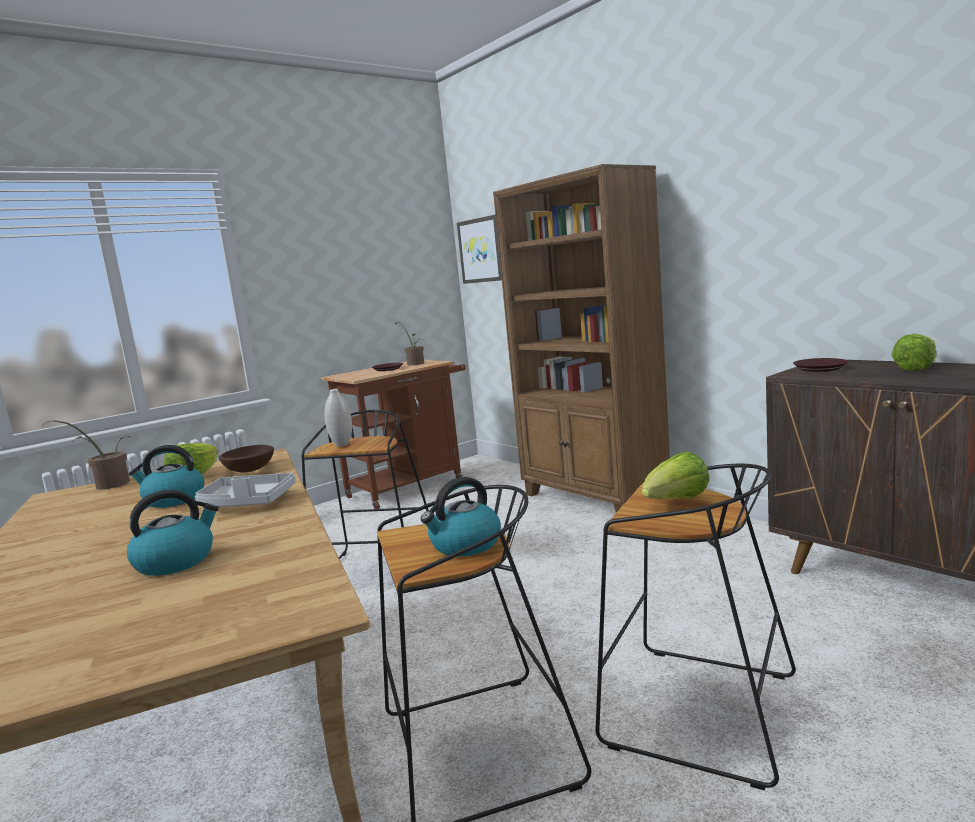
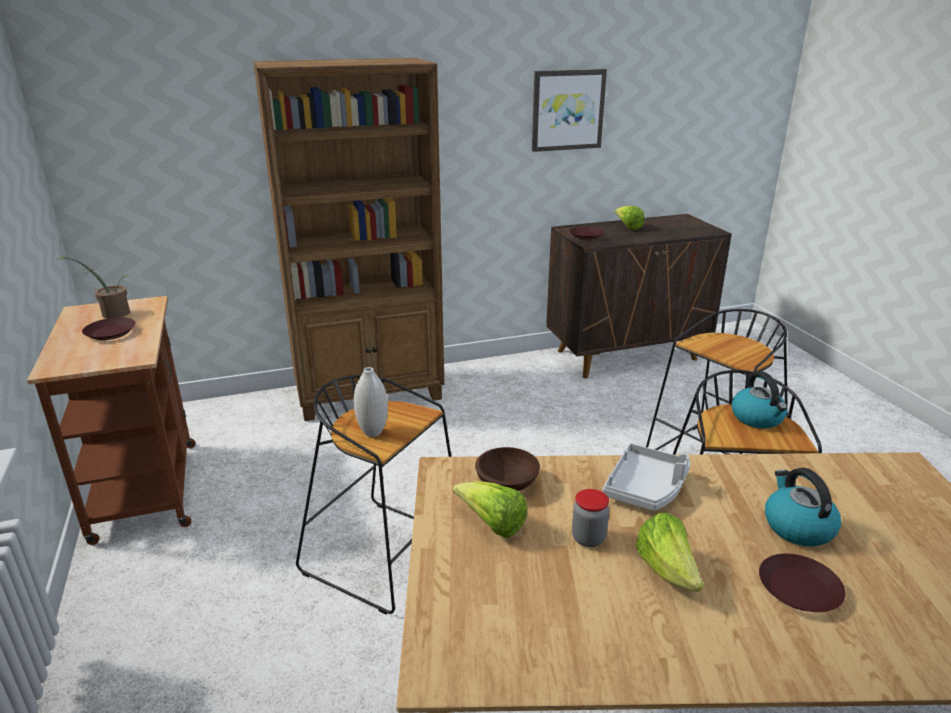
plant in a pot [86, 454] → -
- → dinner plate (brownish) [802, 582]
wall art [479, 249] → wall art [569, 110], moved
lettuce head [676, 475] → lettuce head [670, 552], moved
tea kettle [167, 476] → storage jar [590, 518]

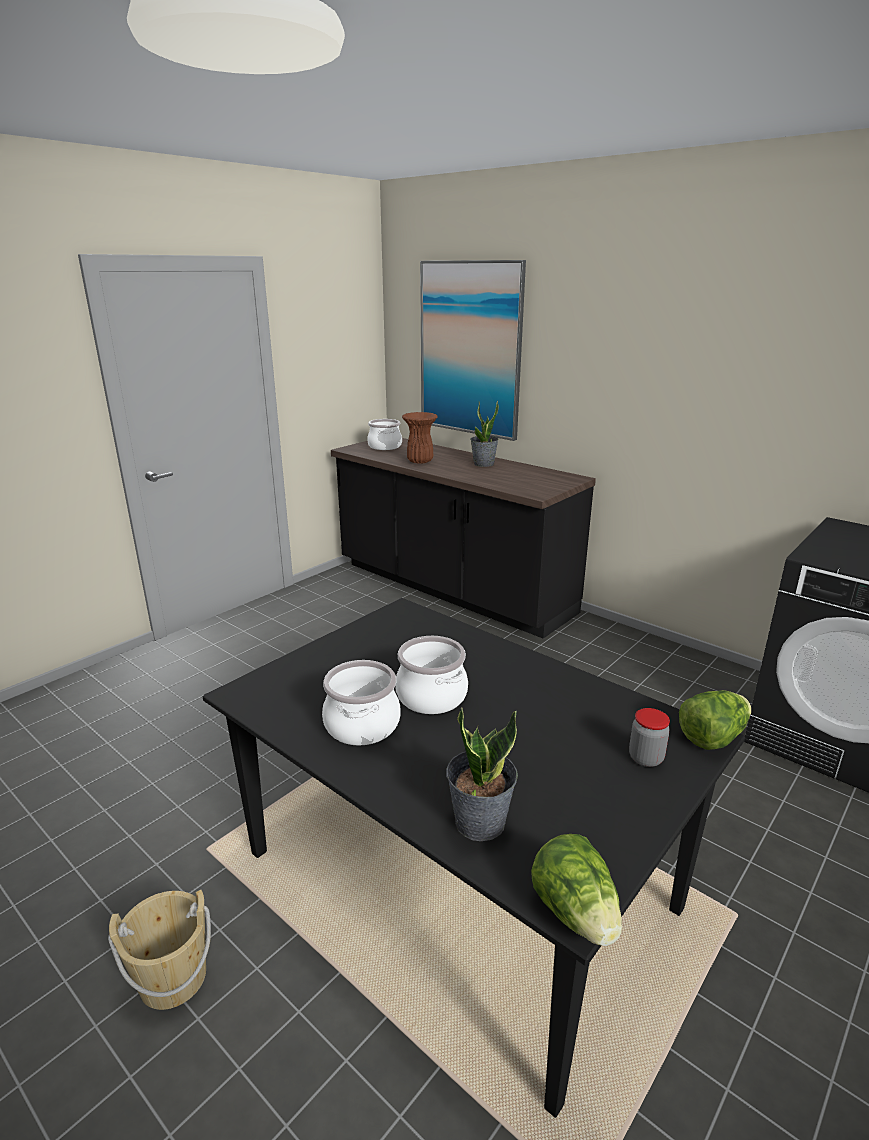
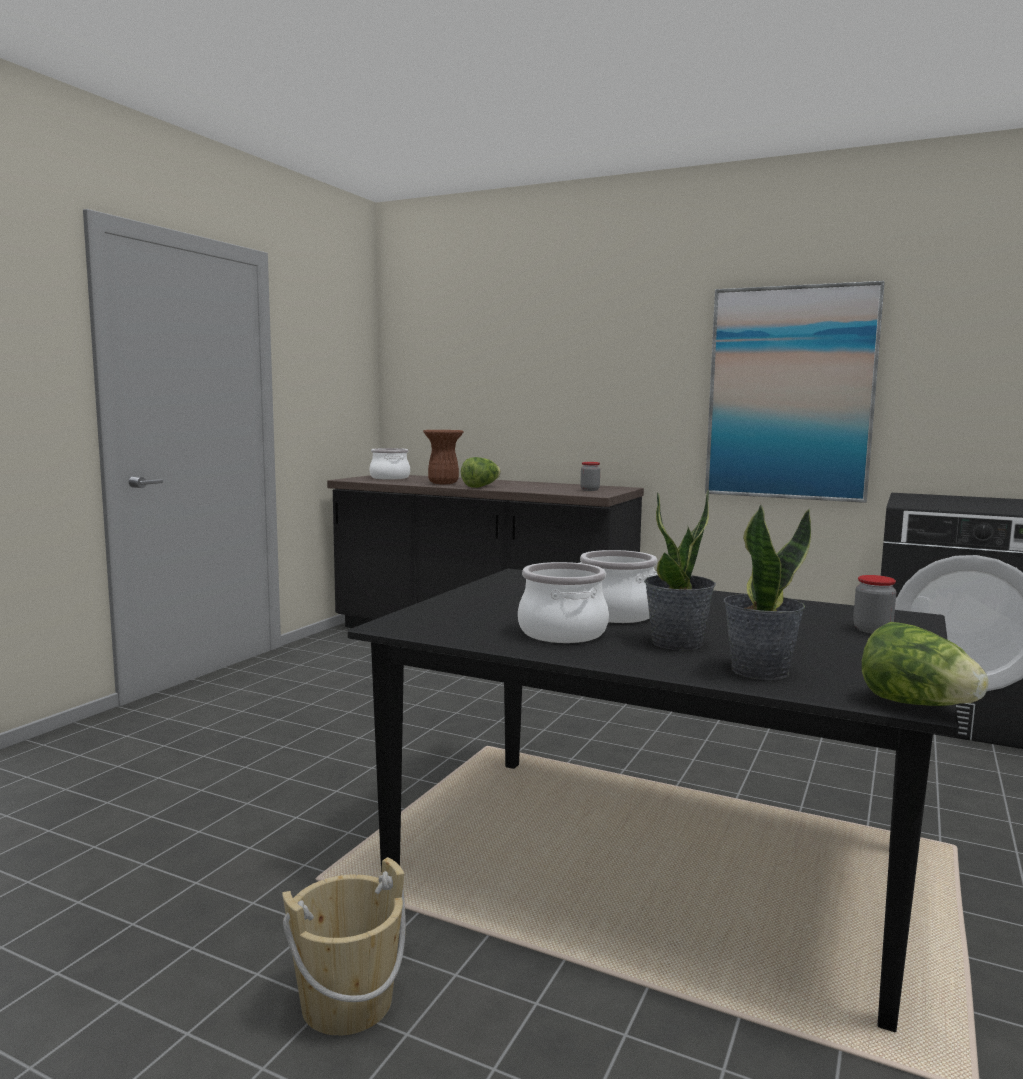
- → storage jar [590, 476]
wall art [473, 350] → wall art [795, 392], moved
plant in a pot [484, 434] → plant in a pot [680, 570], moved
lettuce head [715, 720] → lettuce head [481, 472], moved

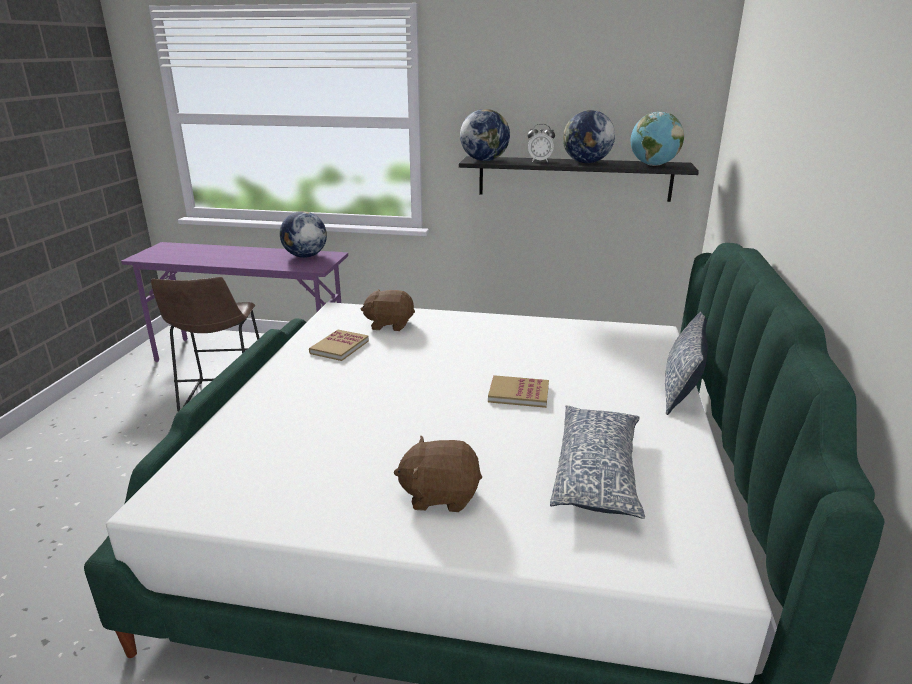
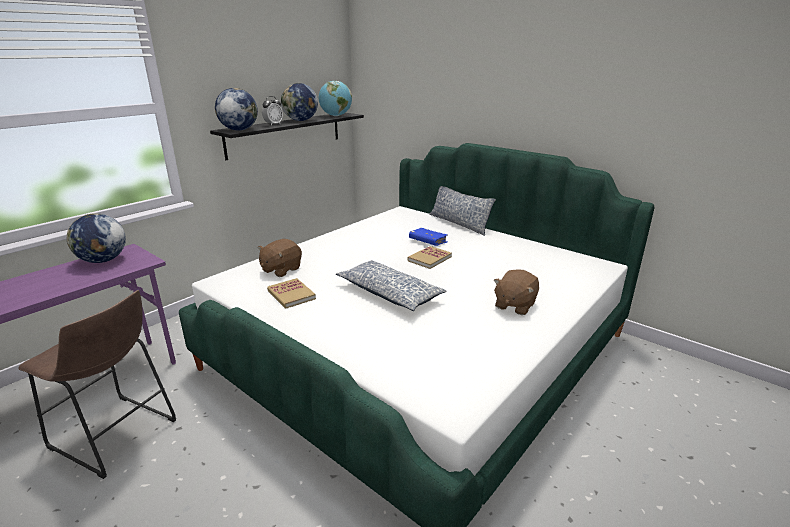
- → bound book (blue) [428, 237]
pillow [597, 462] → pillow [391, 285], moved

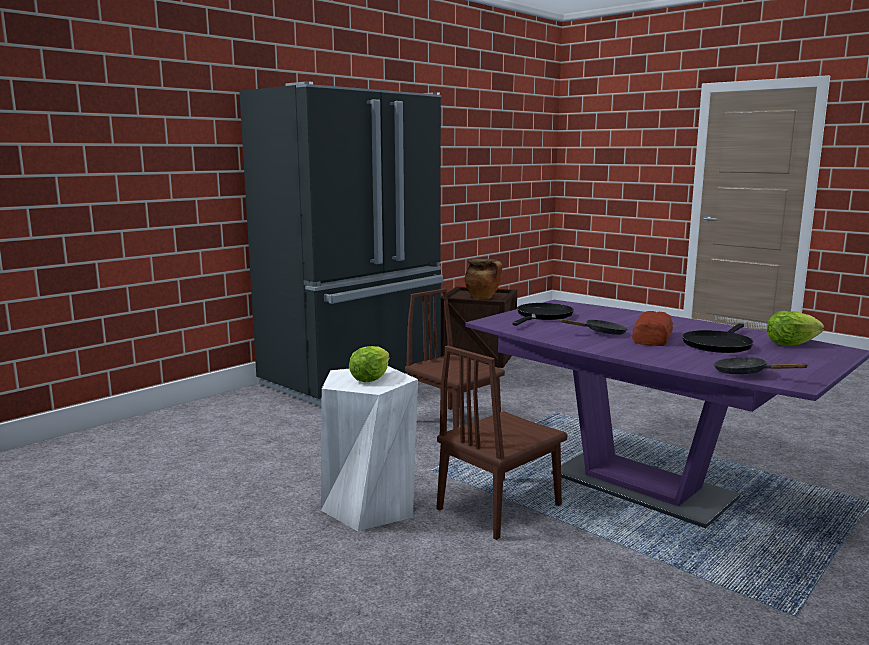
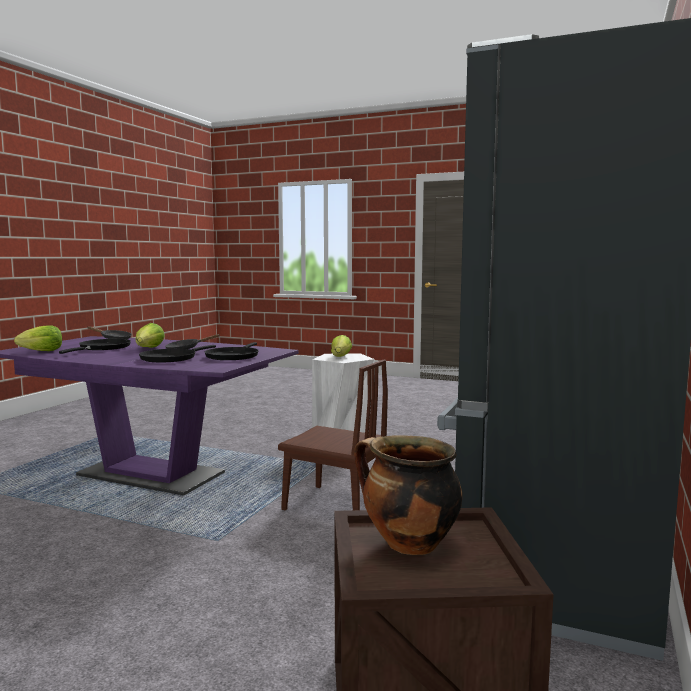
chair (brownish) [502, 442] → -
- → skillet (black-coloured) [177, 353]
bakery bread [652, 328] → lettuce head [150, 335]

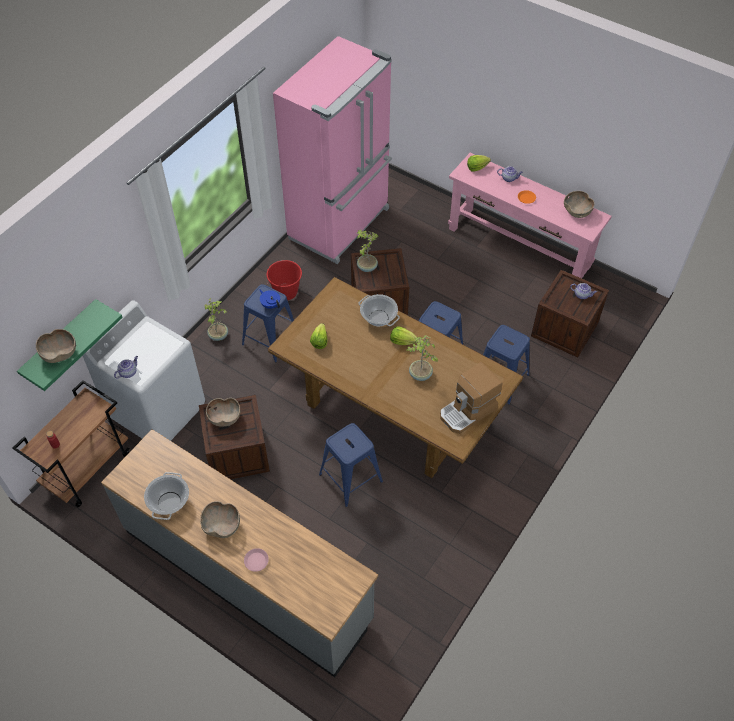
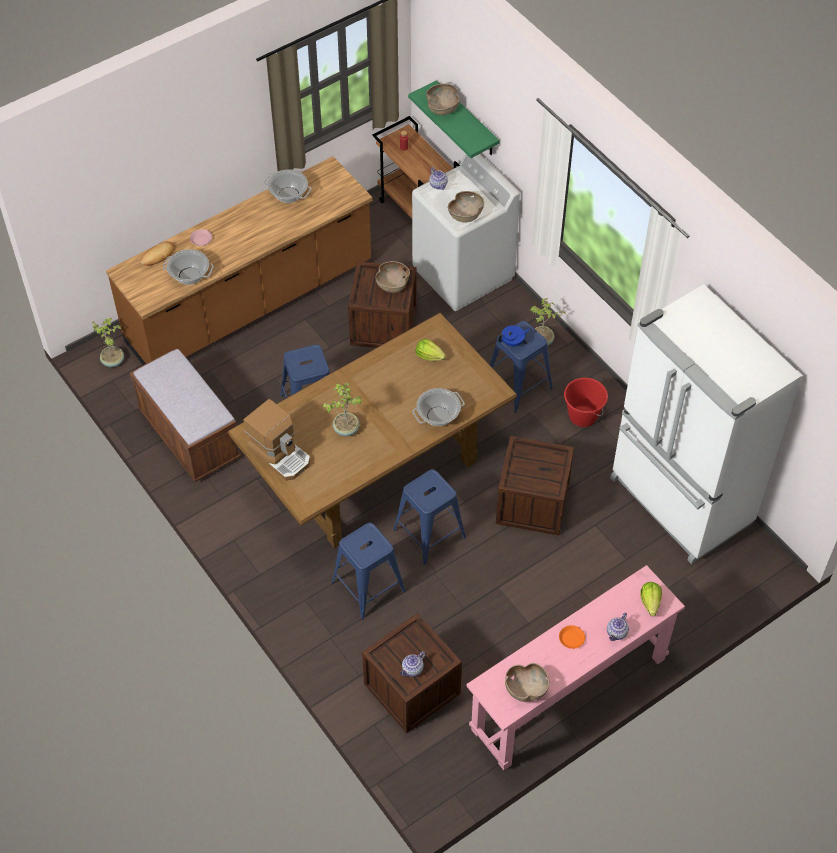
lettuce head [403, 335] → -
- → bench (brownish) [185, 415]
- → bakery bread [157, 253]
- → saucepot [188, 267]
bowl (brownish) [220, 519] → bowl (brownish) [466, 206], moved
plant in a pot [367, 251] → plant in a pot [108, 342], moved
counter (grey) [239, 553] → counter (brownish) [239, 260]
kitchen fridge (pink) [332, 150] → kitchen fridge (whitish) [706, 424]
coffee maker [471, 398] → coffee maker [277, 440], 150 degrees clockwise

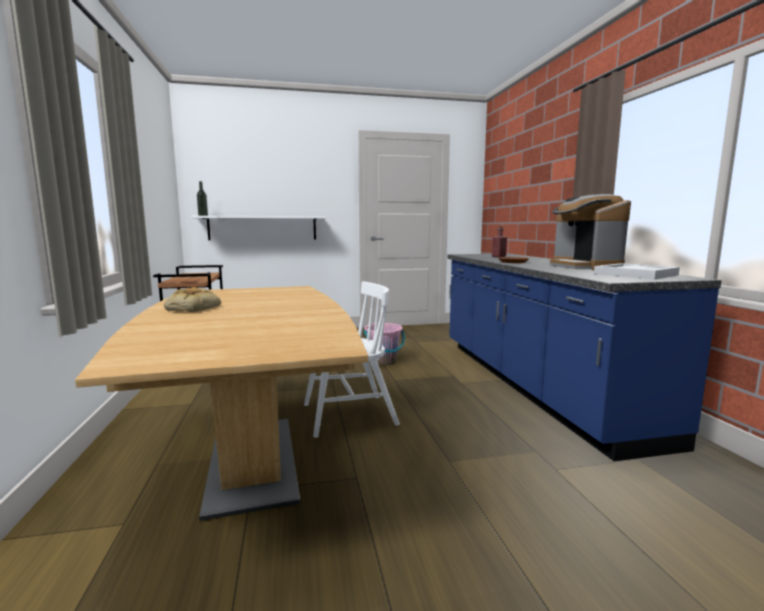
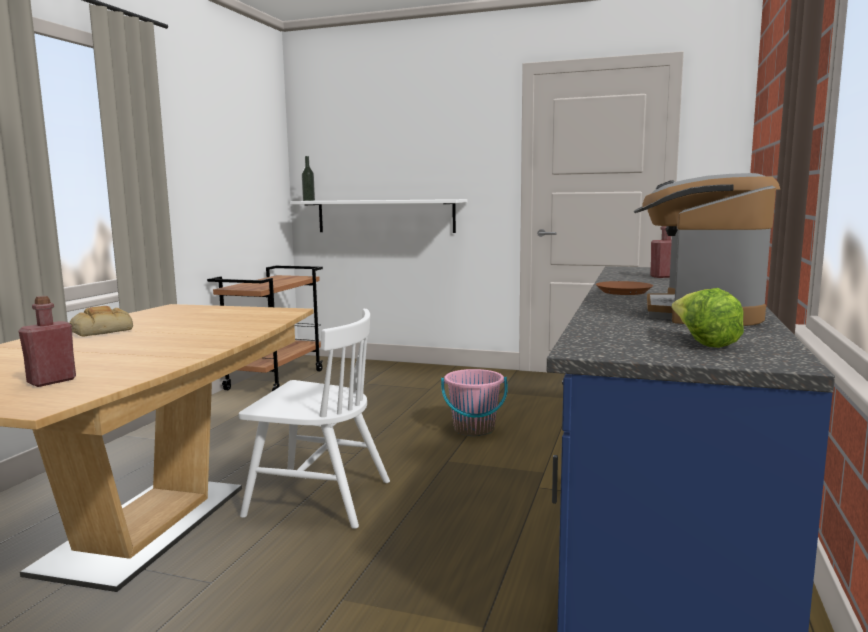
- → bottle (red-coloured) [47, 341]
tray (whitish) [637, 271] → lettuce head [708, 318]

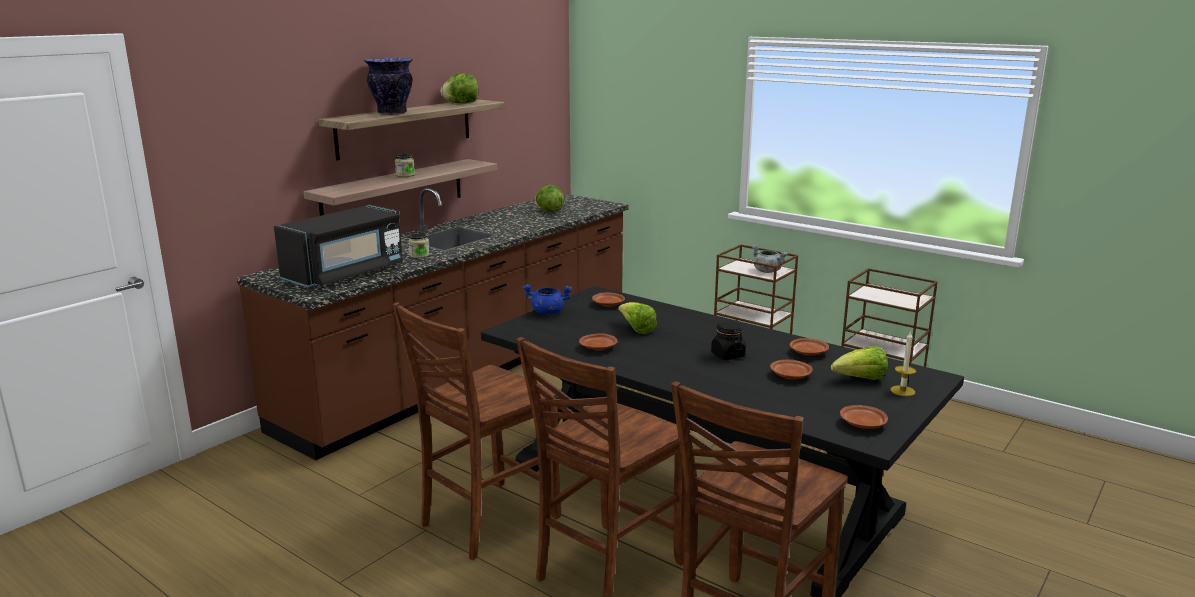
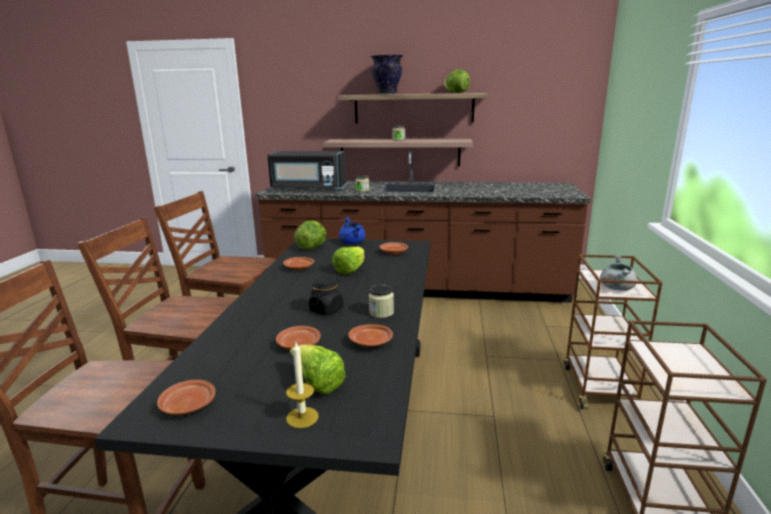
- → storage jar [381, 301]
lettuce head [549, 198] → lettuce head [310, 235], moved

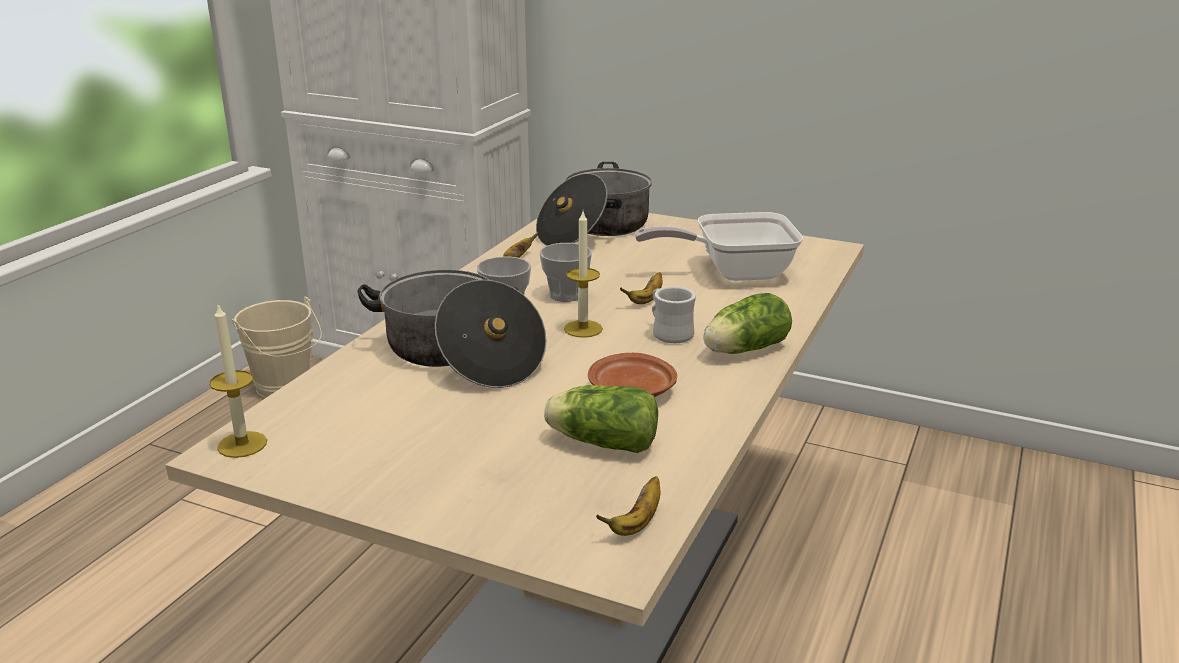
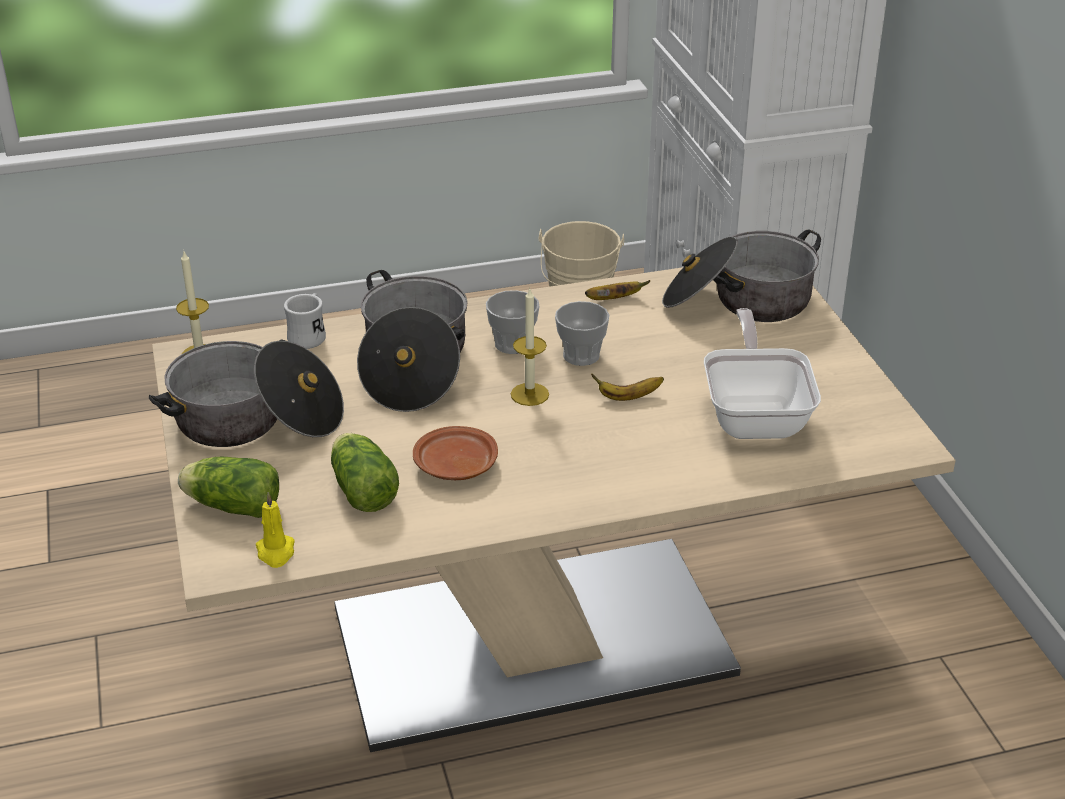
- → saucepot [246, 393]
tea mug (whitish) [674, 314] → tea mug (whitish) [305, 321], moved
lettuce head [747, 323] → lettuce head [228, 487], moved
whole banana [628, 506] → candle (yellowish) [275, 530]
skillet [719, 246] → skillet [762, 373], 45 degrees clockwise

